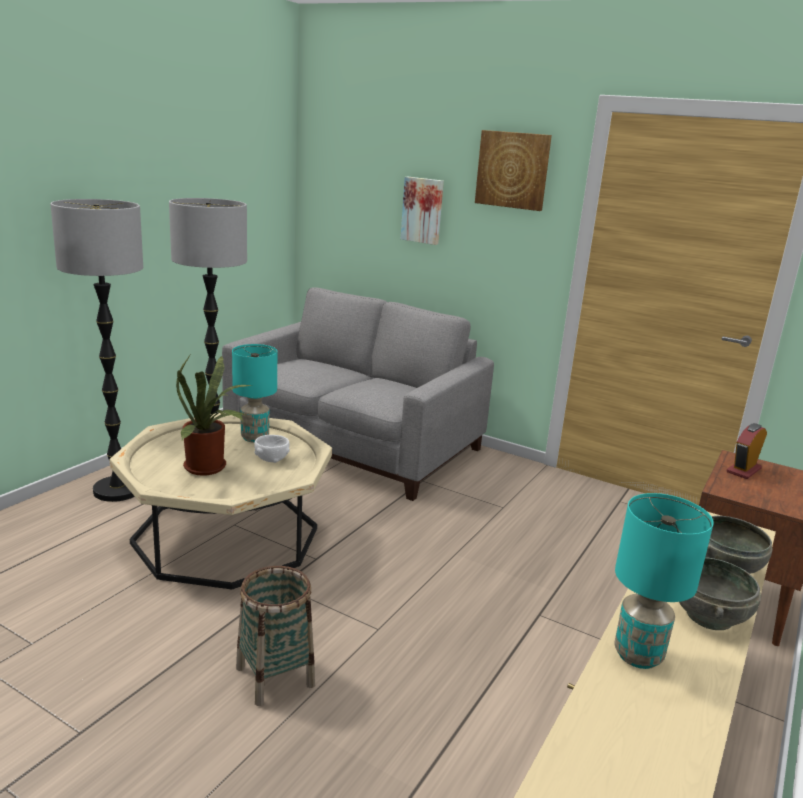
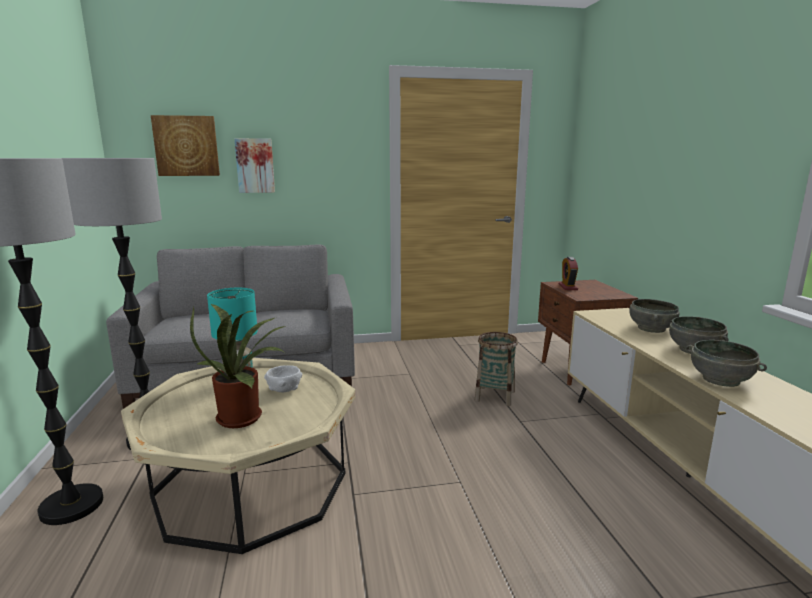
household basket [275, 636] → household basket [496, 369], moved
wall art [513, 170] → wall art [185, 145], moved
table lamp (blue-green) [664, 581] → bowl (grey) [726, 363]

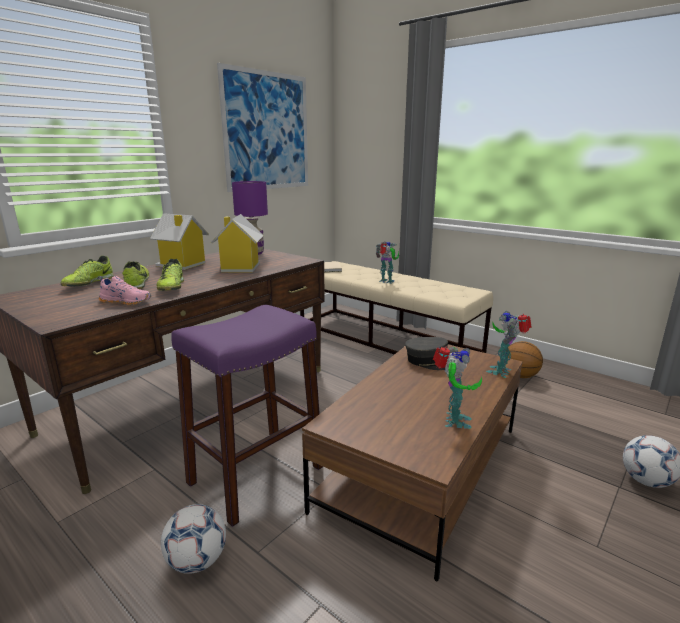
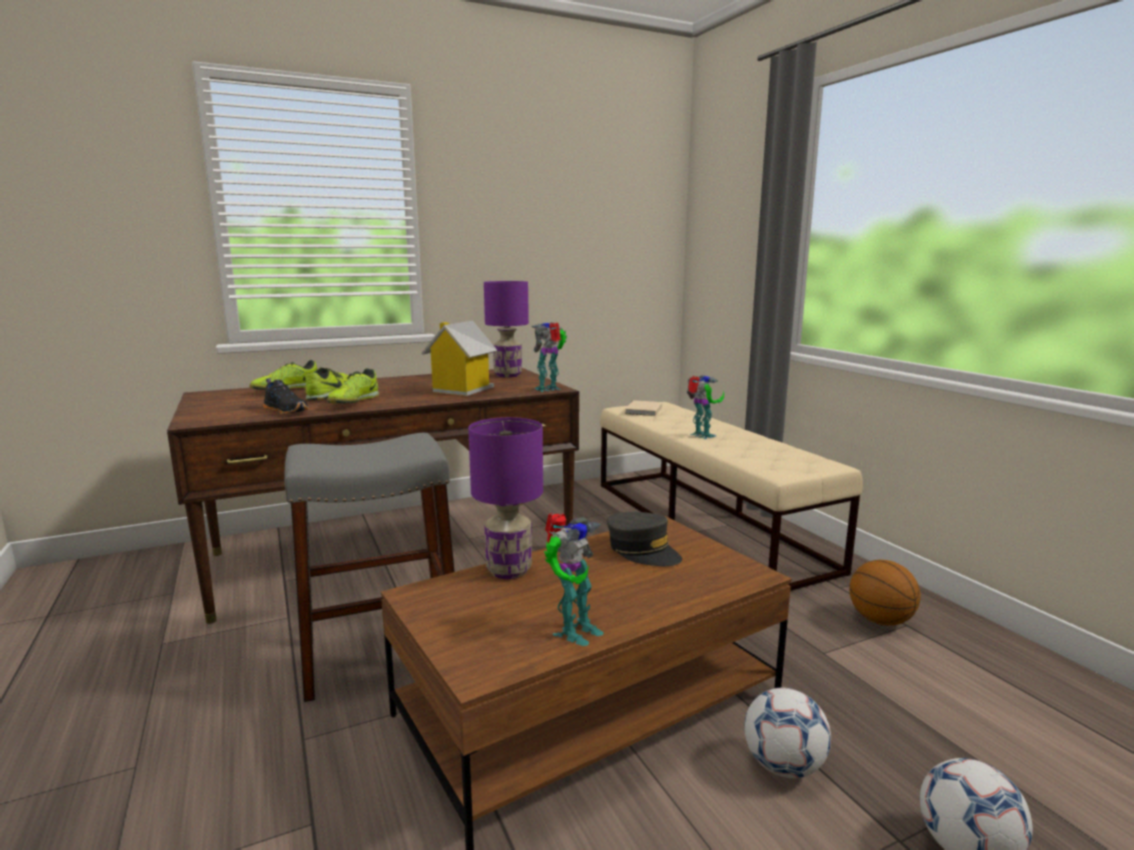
miniature house [179, 241] → -
wall art [262, 127] → -
- → table lamp (purplish) [505, 498]
football ball [193, 539] → football ball [787, 733], moved
toy robot [508, 344] → toy robot [549, 357], moved
low shoe (pink) [124, 291] → low shoe (black-coloured) [285, 397]
stool seat (purplish) [247, 416] → stool seat (grey) [369, 567]

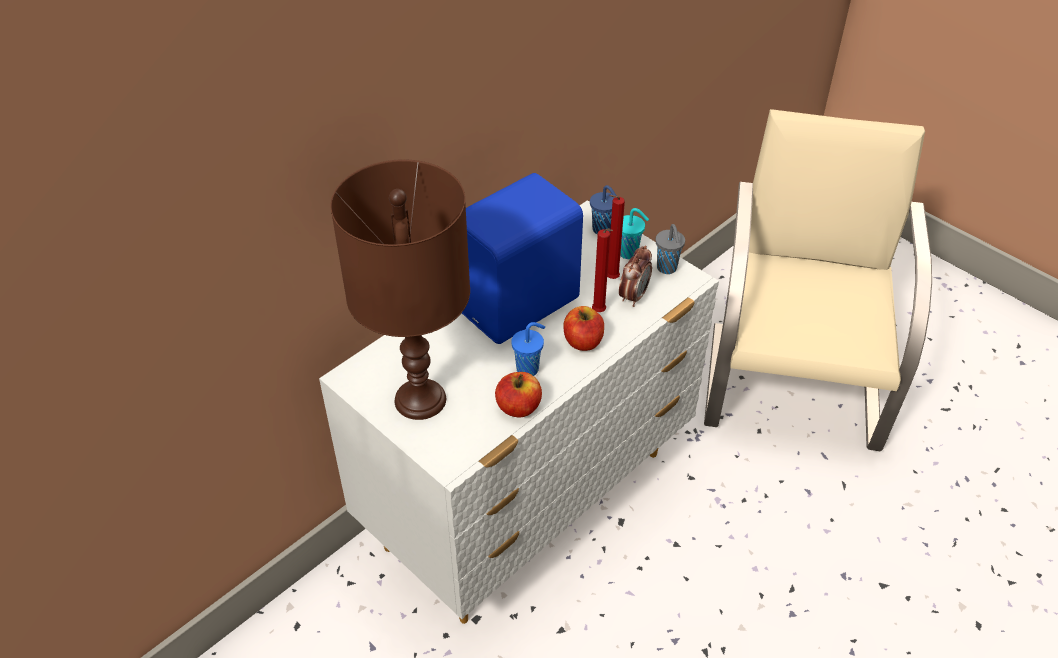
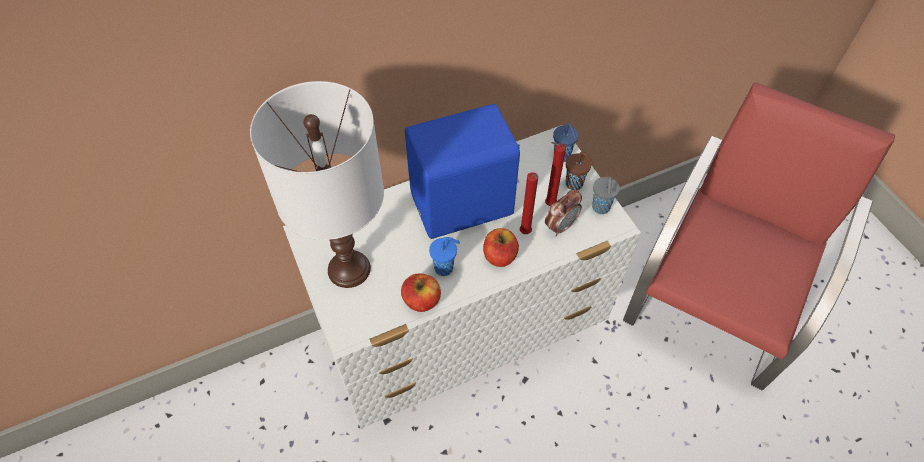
table lamp (brownish) [400, 289] → table lamp (whitish) [317, 184]
small cup (blue-green) [634, 233] → small cup (brownish) [580, 171]
chair (beige-coloured) [818, 280] → chair (red-coloured) [759, 236]

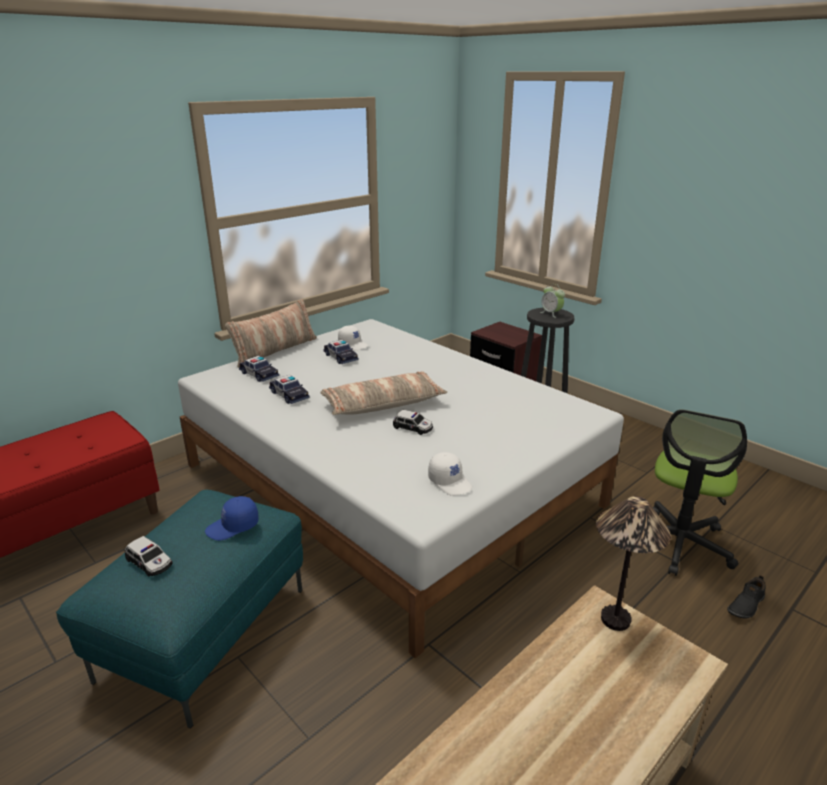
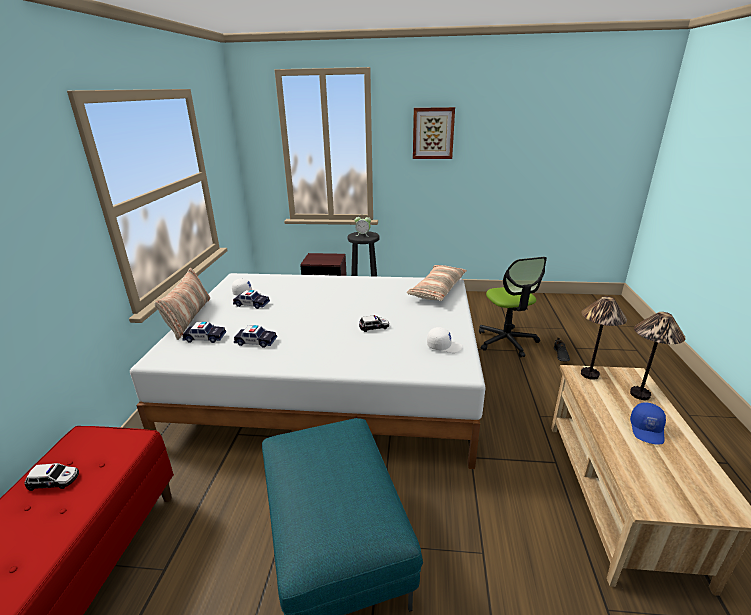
- → wall art [434, 133]
- → table lamp [658, 356]
miniature car [149, 556] → miniature car [52, 477], moved
peaked cap (blue) [232, 518] → peaked cap (blue) [648, 423], moved
pillow [383, 393] → pillow [437, 283], moved

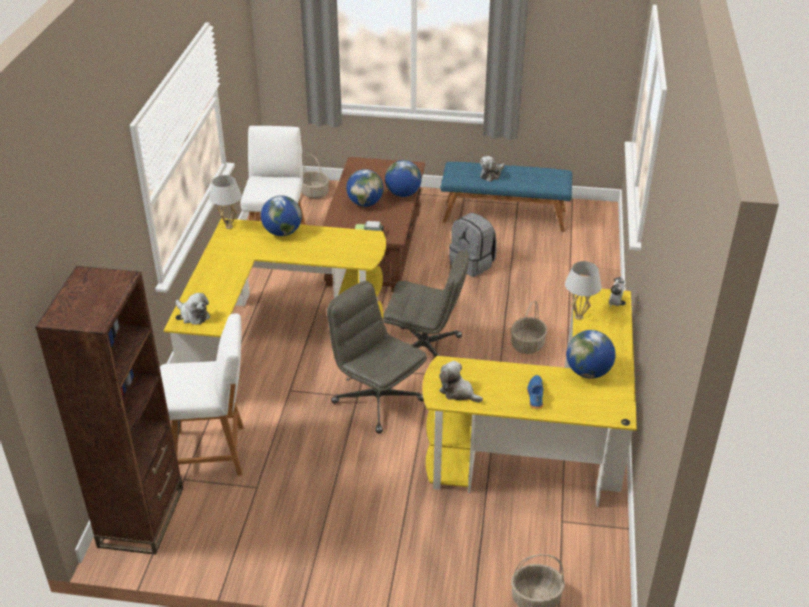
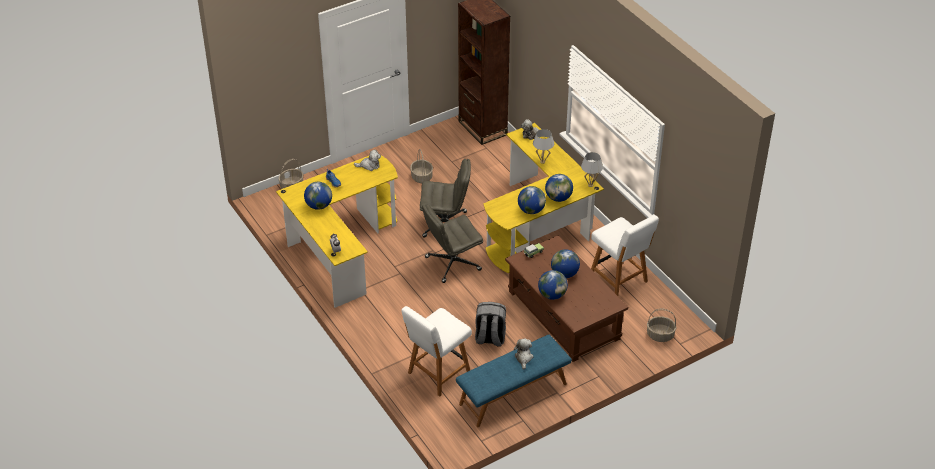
- → globe [532, 200]
chair (whitish) [202, 394] → chair (whitish) [437, 351], moved
household basket [529, 327] → household basket [421, 166], moved
table lamp (whitish) [583, 290] → table lamp (whitish) [543, 146], moved

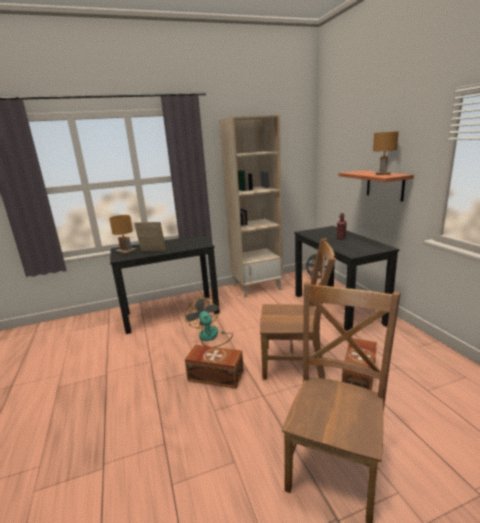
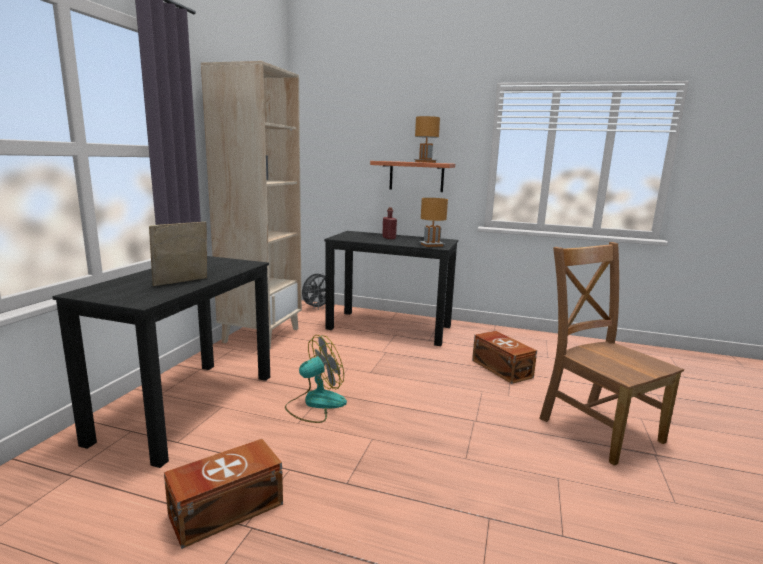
chair (brownish) [298, 309] → -
table lamp (brownish) [123, 234] → table lamp (brownish) [433, 222], moved
storage bin (brownish) [214, 367] → storage bin (brownish) [223, 494], moved
fan [209, 322] → fan [316, 379], 135 degrees clockwise

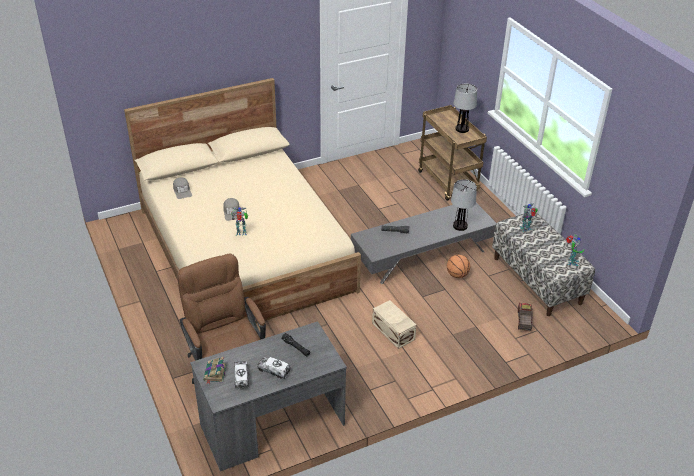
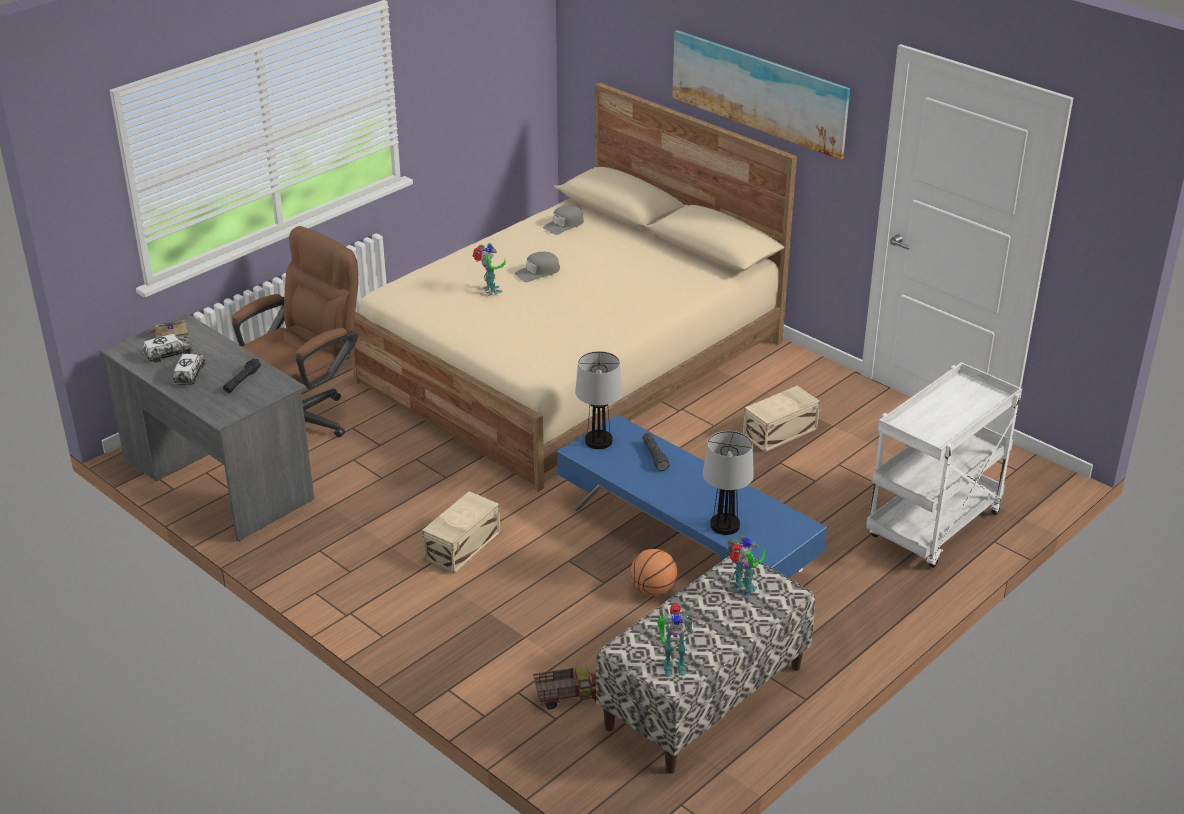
- → wall art [761, 95]
- → storage bin (beige-coloured) [781, 419]
table lamp [465, 108] → table lamp [598, 400], moved
low table (grey) [424, 243] → low table (blue) [692, 496]
wheeled cart (brownish) [452, 153] → wheeled cart (whitish) [944, 465]

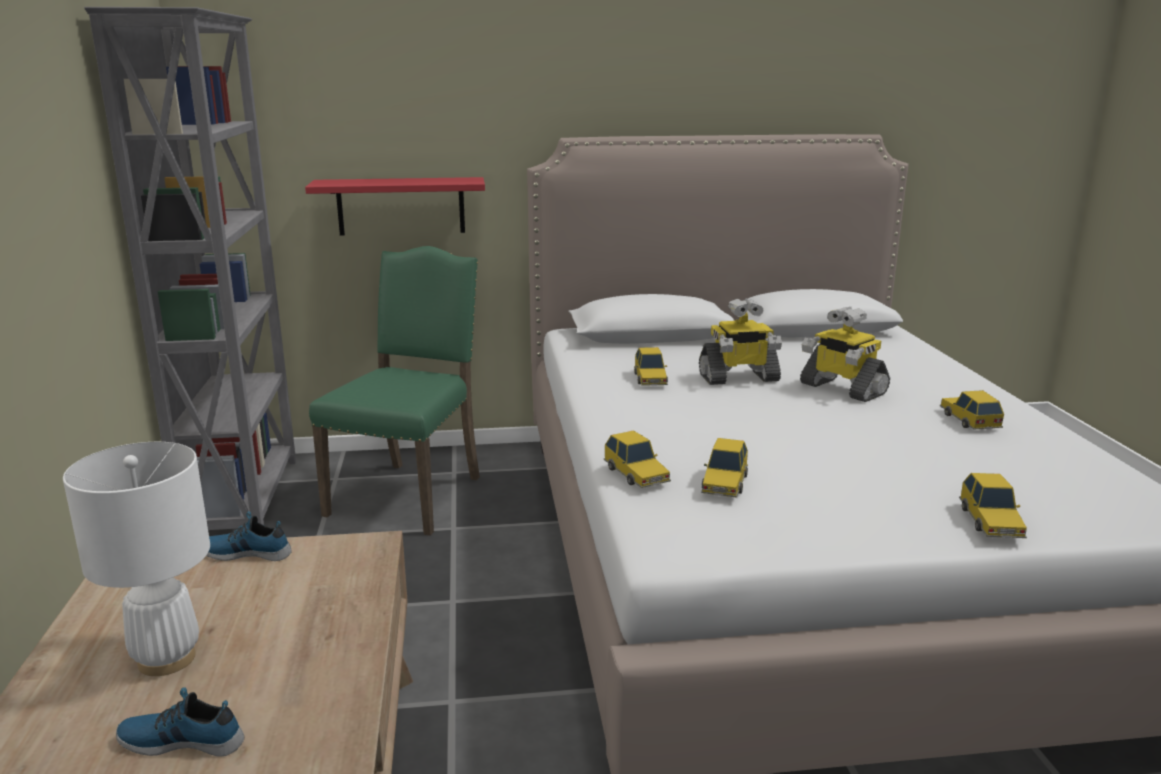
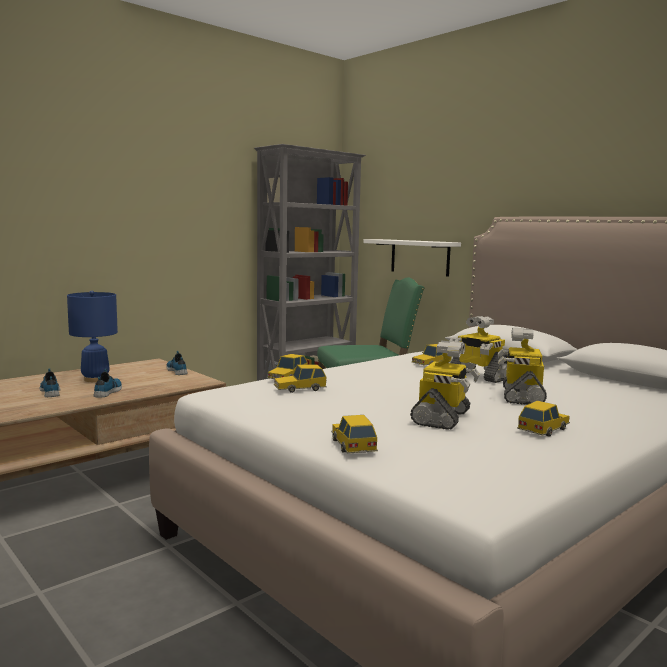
- → low shoe [107, 383]
- → toy robot [445, 385]
table lamp (whitish) [136, 559] → table lamp (blue) [92, 336]
wall shelf (red-coloured) [395, 206] → wall shelf (whitish) [412, 257]
miniature car [993, 505] → miniature car [354, 434], 105 degrees clockwise

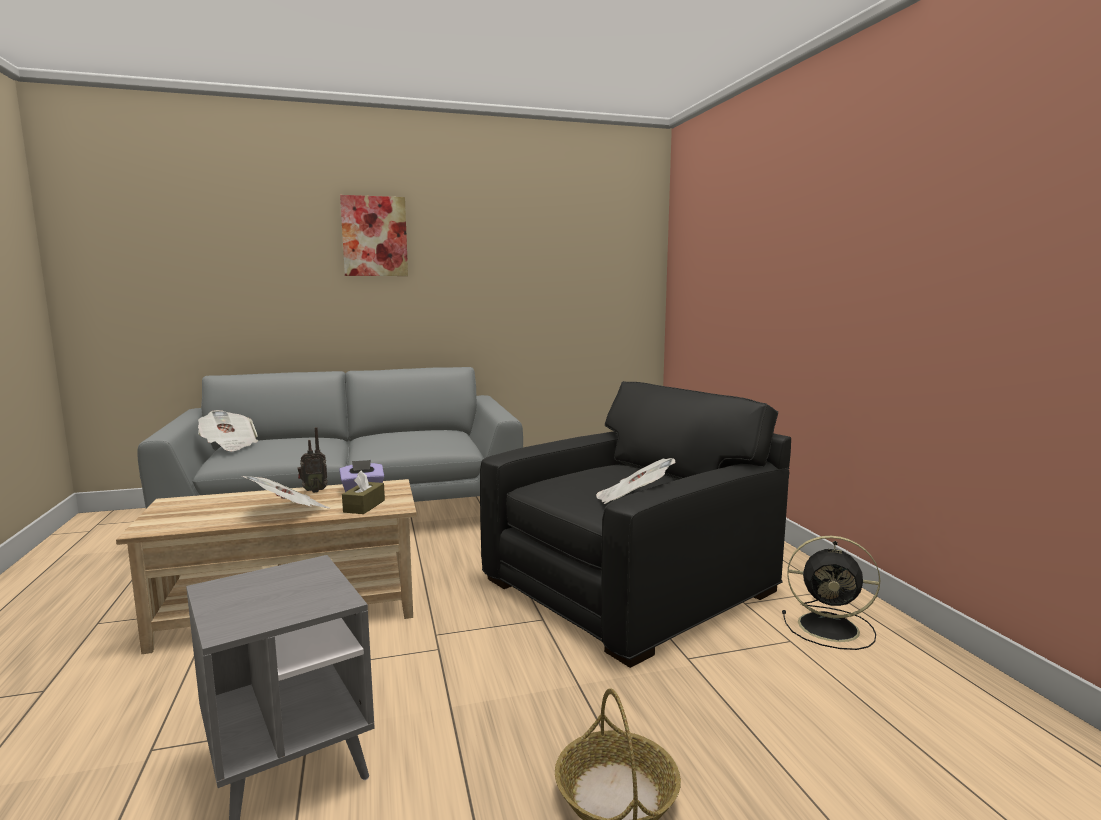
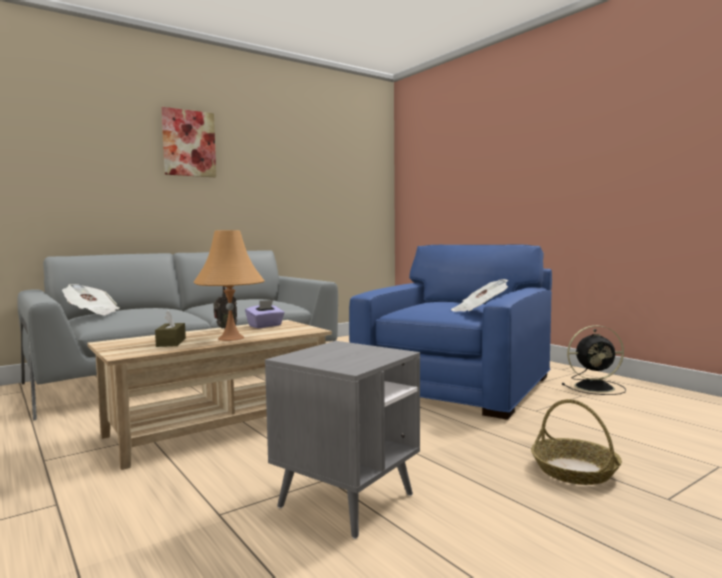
box of tissues (brownish) [363, 492] → box of tissues (brownish) [170, 329], moved
newspaper [286, 492] → table lamp (orange) [229, 285]
armchair (black-coloured) [635, 524] → armchair (blue) [450, 332]

